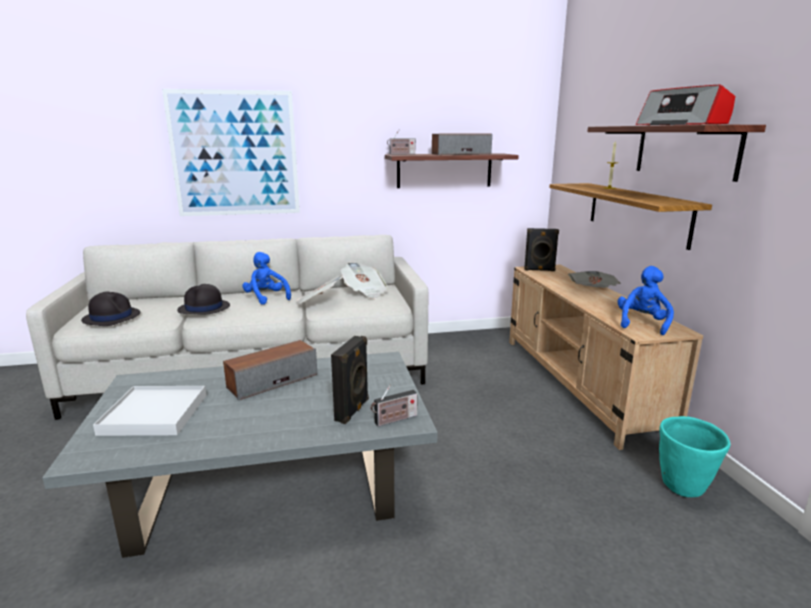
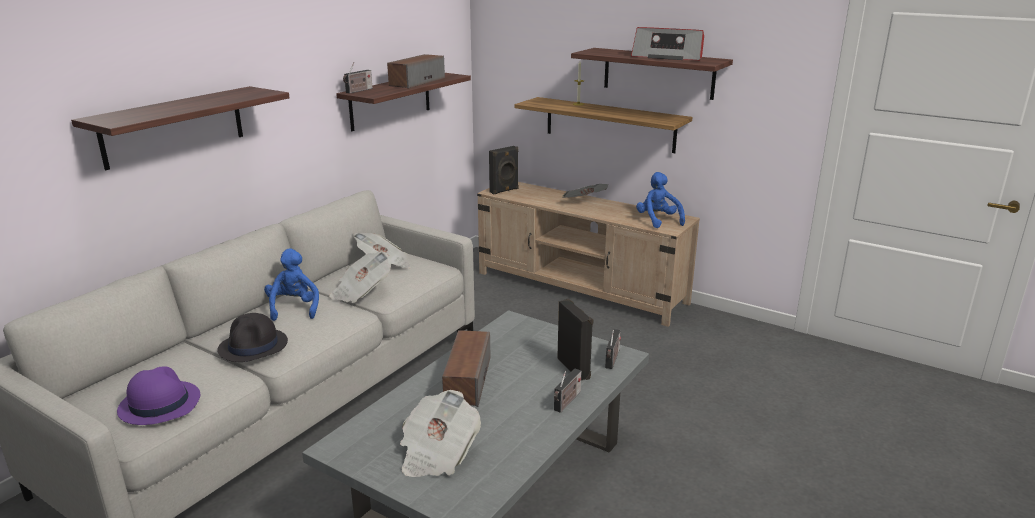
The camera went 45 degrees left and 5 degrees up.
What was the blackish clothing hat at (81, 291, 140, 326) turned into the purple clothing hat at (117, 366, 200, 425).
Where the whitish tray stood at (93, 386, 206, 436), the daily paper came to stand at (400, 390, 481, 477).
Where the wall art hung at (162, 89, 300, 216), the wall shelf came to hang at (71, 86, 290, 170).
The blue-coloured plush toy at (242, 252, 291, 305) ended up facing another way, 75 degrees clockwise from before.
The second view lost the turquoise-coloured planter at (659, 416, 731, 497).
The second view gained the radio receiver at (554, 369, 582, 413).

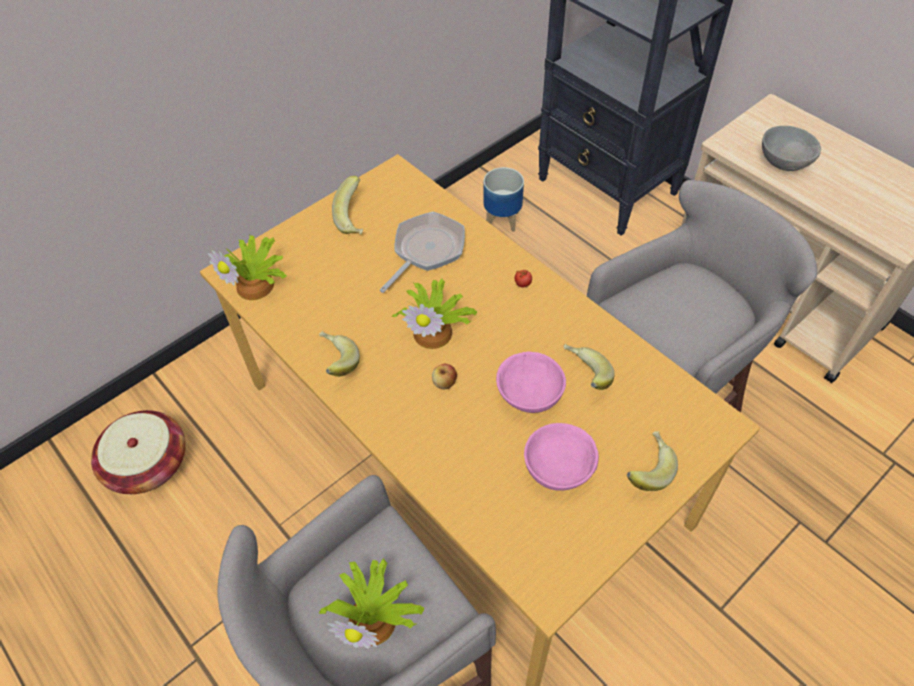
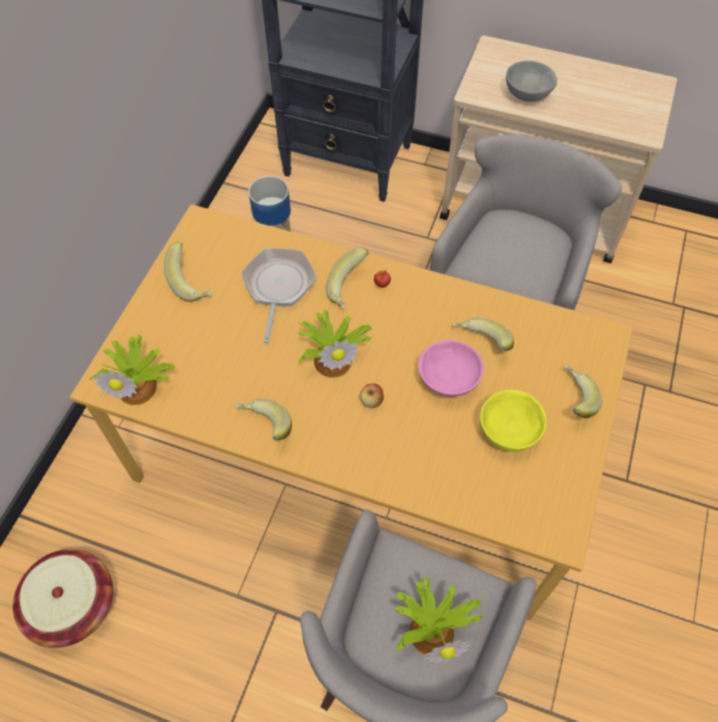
The camera went 30 degrees left and 5 degrees up.
What was the pink-coloured bowl at (524, 423, 599, 491) turned into the yellow-coloured bowl at (480, 390, 547, 452).
The second view gained the whole banana at (326, 247, 369, 309).

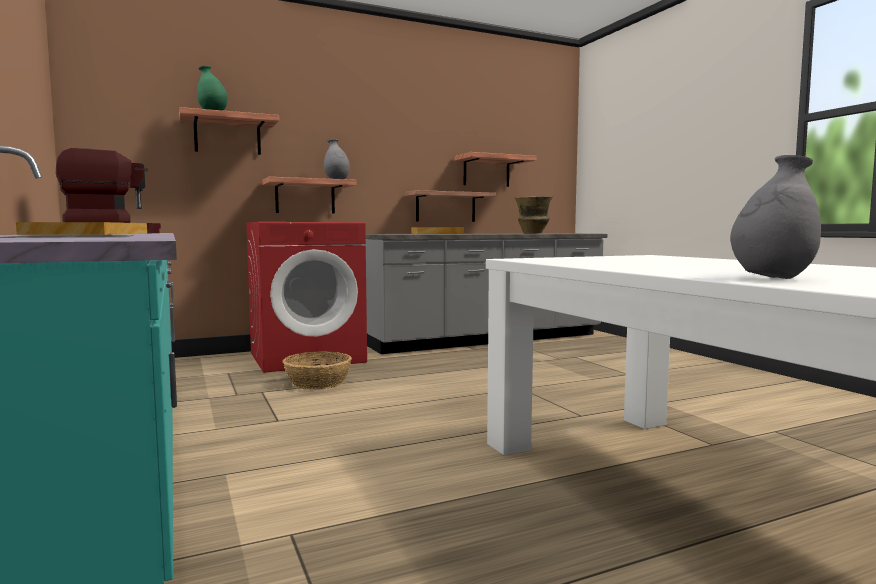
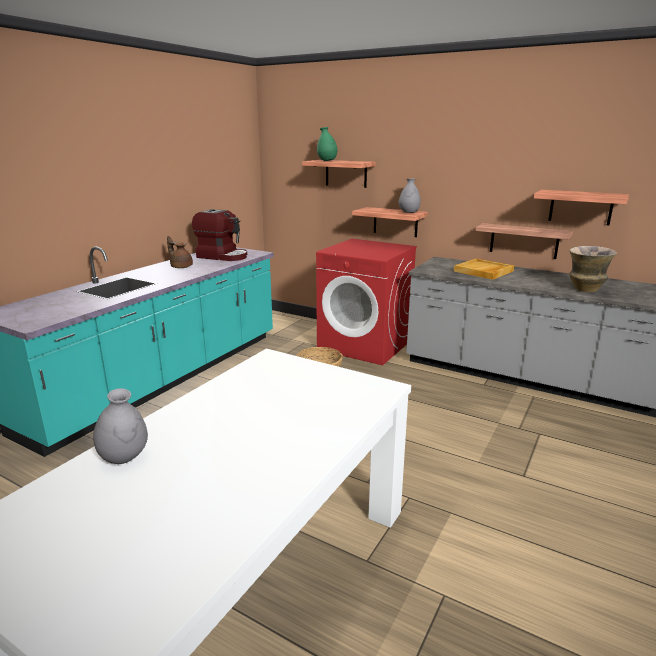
The camera went 55 degrees right and 15 degrees up.
Where the beige tray stood at (16, 222, 147, 235), the brown teapot came to stand at (167, 236, 193, 268).

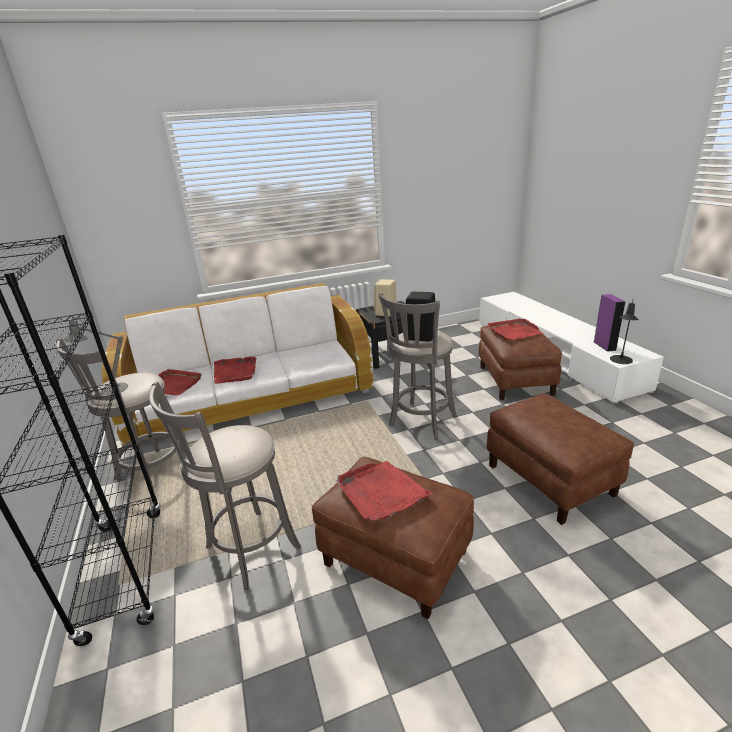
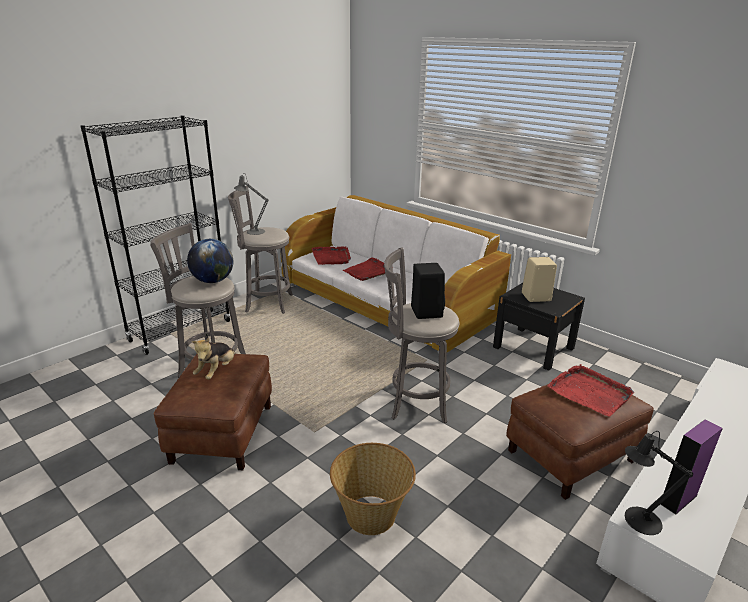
The camera went 60 degrees right and 0 degrees up.
Where the red tray stood at (337, 461, 433, 521), the plush toy came to stand at (192, 338, 236, 380).
Where the brown ottoman stood at (487, 393, 634, 525), the storage basket came to stand at (330, 443, 416, 535).
The second view gained the globe at (187, 239, 233, 283).

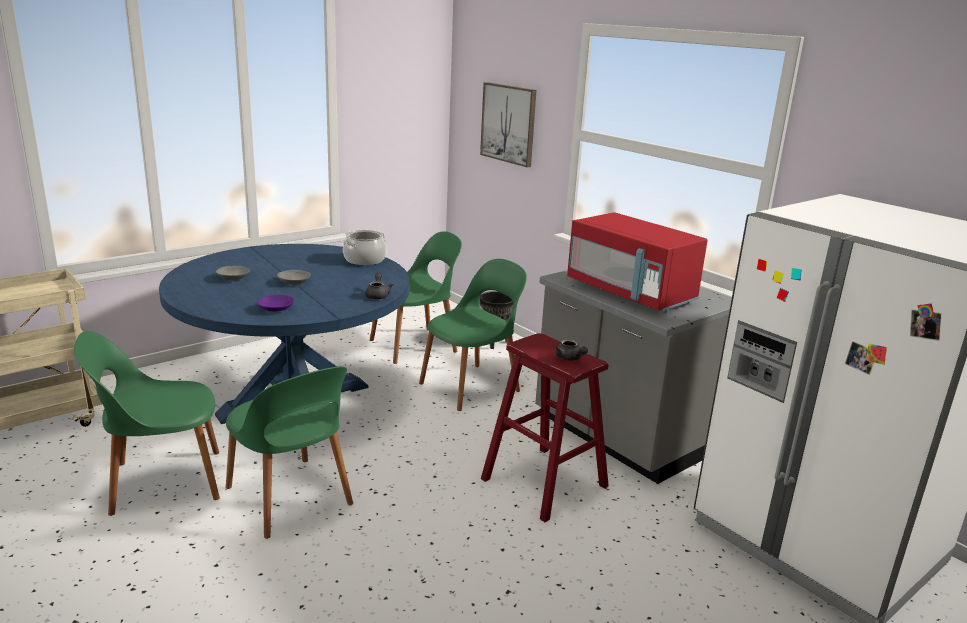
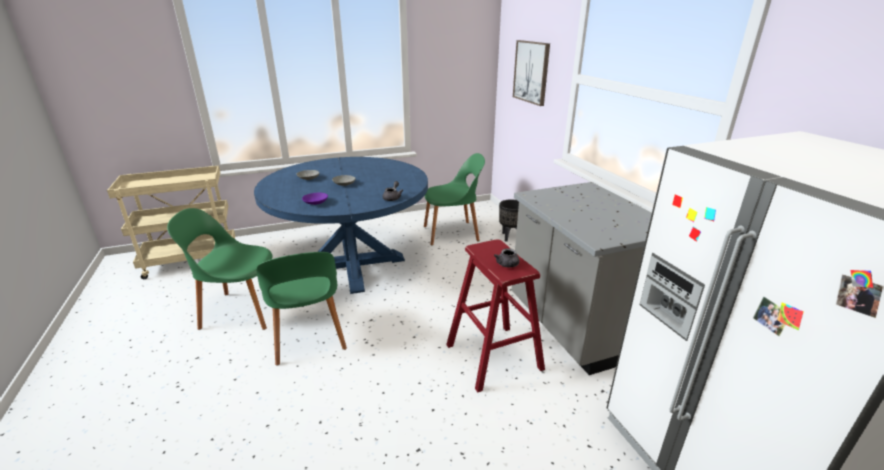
The camera went 20 degrees right and 5 degrees up.
The second view lost the saucepot at (343, 230, 387, 265).
The second view lost the green plain chair at (419, 259, 527, 411).
The second view lost the red microwave oven at (567, 212, 708, 313).

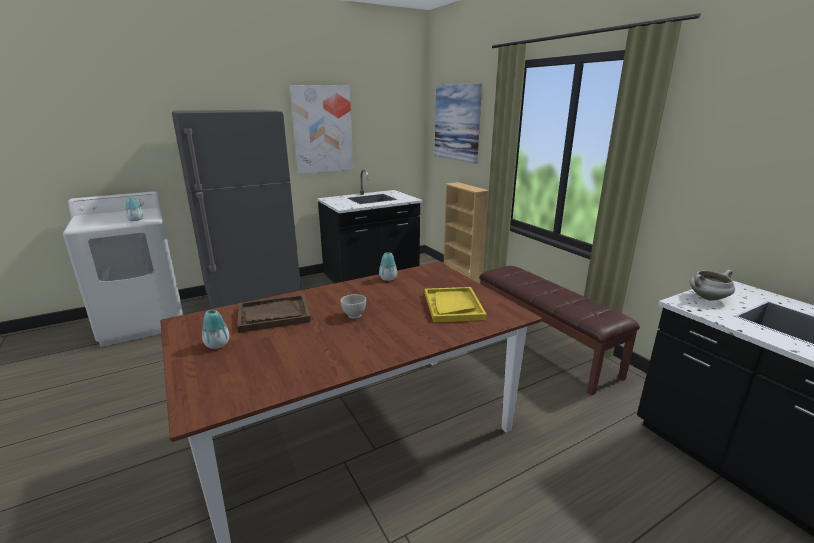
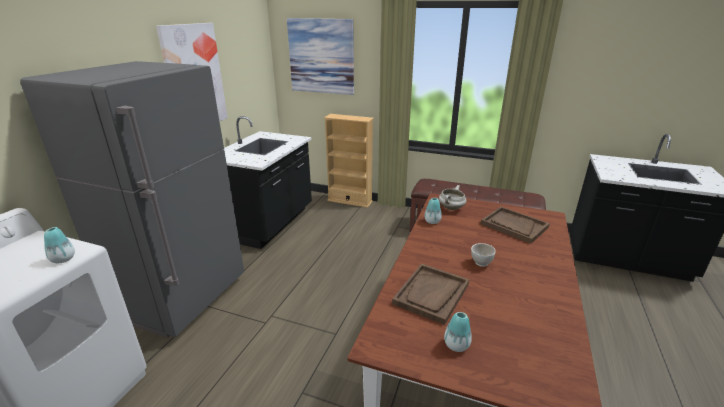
The camera went 40 degrees left and 5 degrees up.
What was the yellow-coloured tray at (425, 287, 487, 323) turned into the brown tray at (481, 207, 550, 244).
The whitish saucepot ended up elsewhere, having gone from (690, 270, 735, 300) to (439, 185, 466, 210).

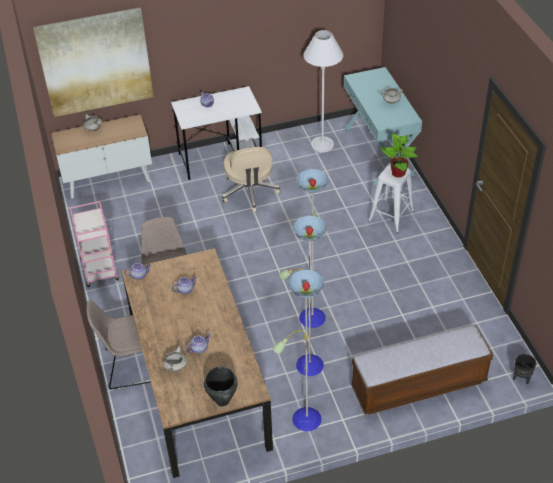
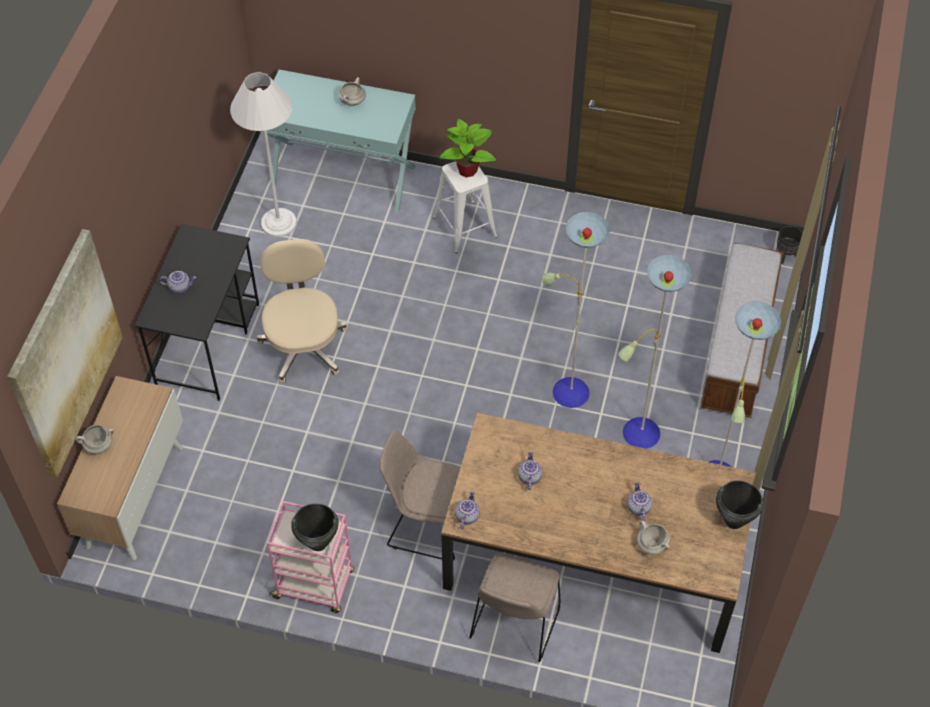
The camera went 60 degrees left and 10 degrees up.
What was the whitish desk table at (171, 86, 262, 180) turned into the blackish desk table at (135, 224, 259, 401).
The beige desk chair at (222, 147, 280, 212) ended up facing another way, 120 degrees counterclockwise from before.
The second view gained the blackish saucepot at (291, 503, 339, 551).

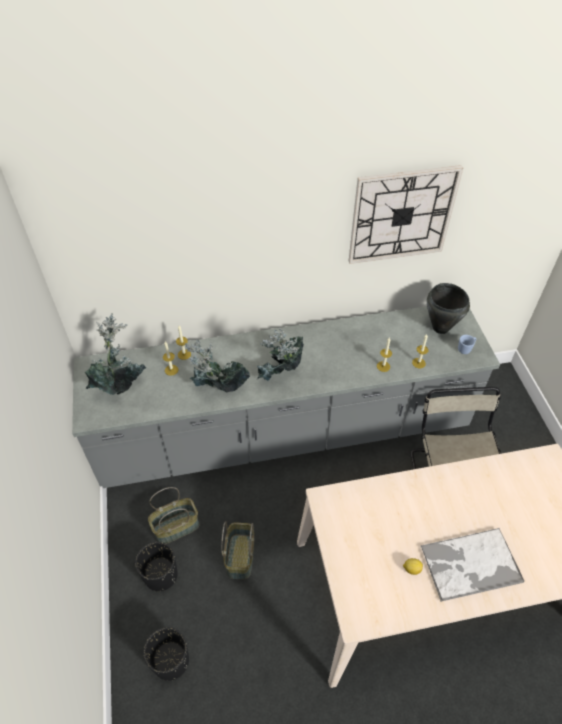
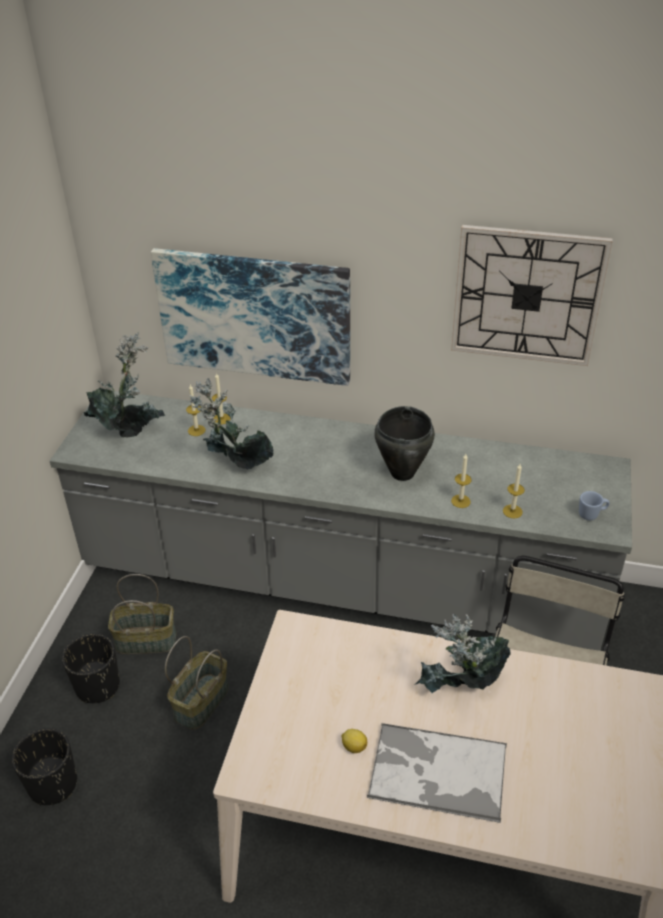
The camera went 25 degrees right and 10 degrees down.
The potted plant ended up elsewhere, having gone from (257, 328, 304, 381) to (415, 614, 511, 693).
The blackish saucepot ended up elsewhere, having gone from (427, 283, 470, 334) to (374, 406, 435, 481).
The second view gained the wall art at (151, 248, 350, 386).

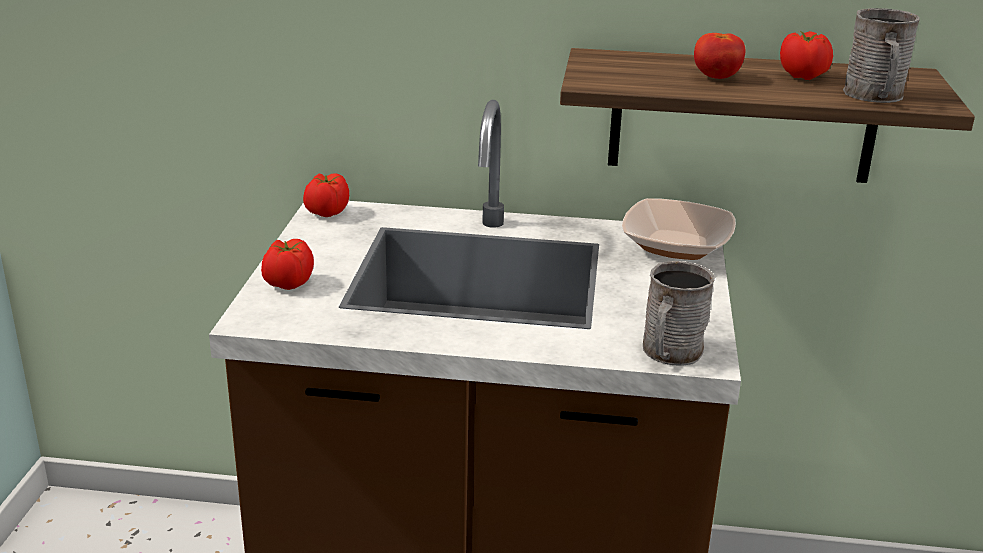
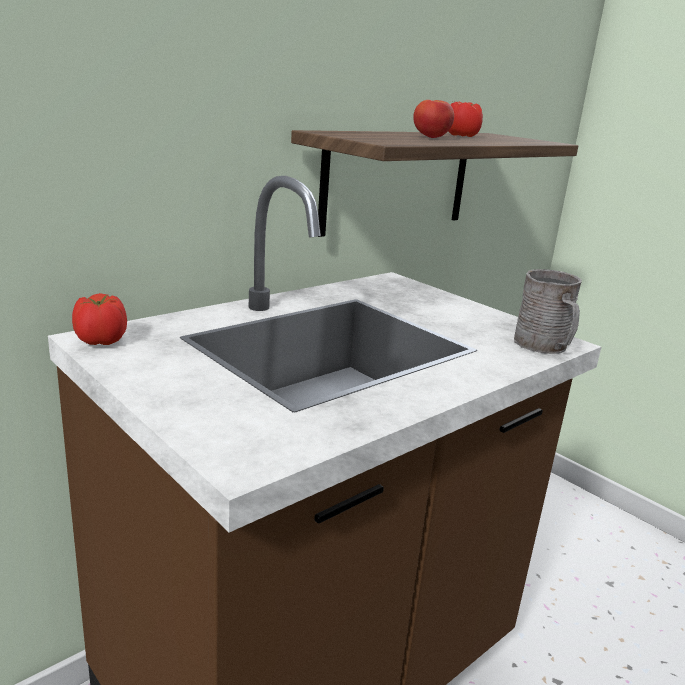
The camera went 50 degrees left and 5 degrees down.
The second view lost the fresh tomato at (261, 239, 314, 290).
The second view lost the bowl at (622, 198, 736, 260).
The second view lost the greyish coffee mug at (843, 8, 920, 103).

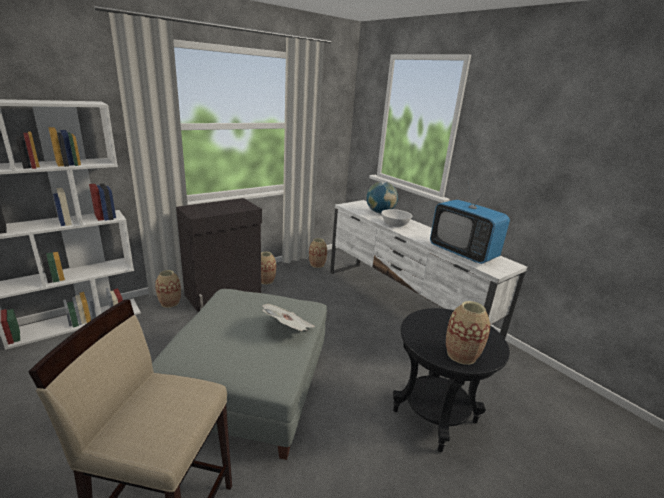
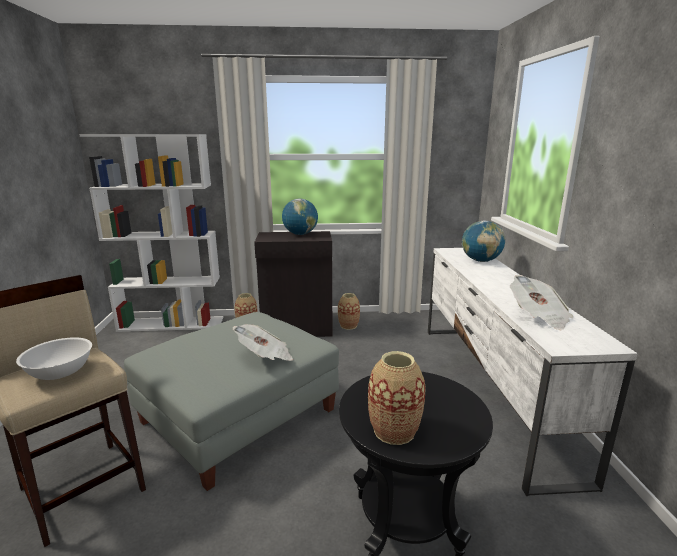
The camera went 35 degrees right and 5 degrees down.
The second view lost the flower vase at (309, 238, 327, 268).
The whitish bowl ended up elsewhere, having gone from (381, 209, 412, 227) to (16, 337, 92, 380).
Where the TV stood at (430, 172, 510, 264), the daily paper came to stand at (510, 275, 573, 331).
The second view gained the globe at (282, 199, 318, 235).

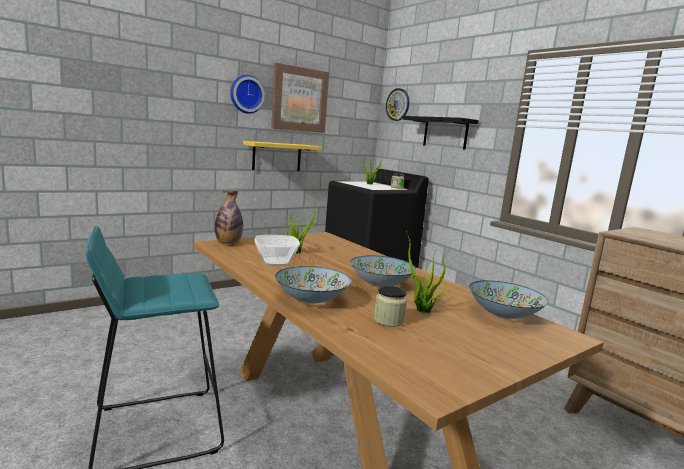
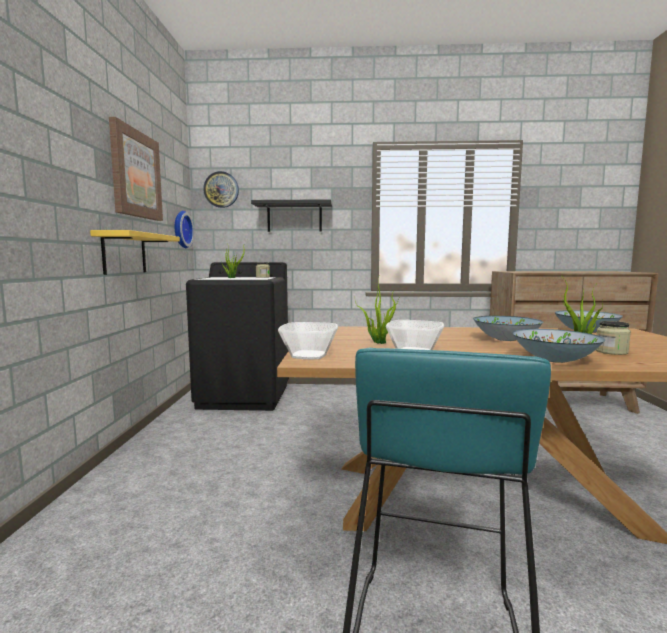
The camera went 50 degrees left and 5 degrees down.
Where the drink bottle stood at (215, 191, 243, 244), the bowl came to stand at (278, 322, 338, 359).
The clock on the wall ended up elsewhere, having gone from (230, 75, 265, 114) to (175, 211, 194, 248).

